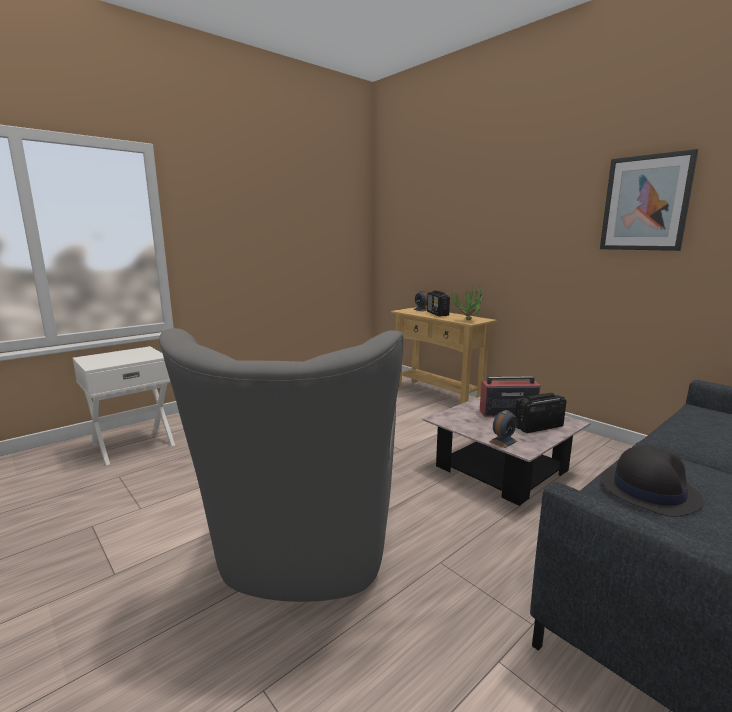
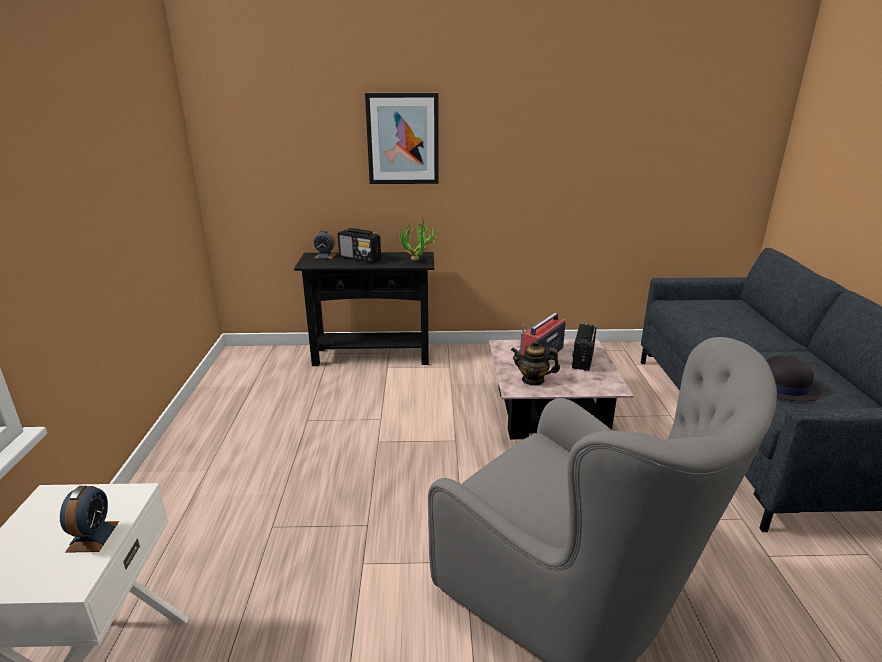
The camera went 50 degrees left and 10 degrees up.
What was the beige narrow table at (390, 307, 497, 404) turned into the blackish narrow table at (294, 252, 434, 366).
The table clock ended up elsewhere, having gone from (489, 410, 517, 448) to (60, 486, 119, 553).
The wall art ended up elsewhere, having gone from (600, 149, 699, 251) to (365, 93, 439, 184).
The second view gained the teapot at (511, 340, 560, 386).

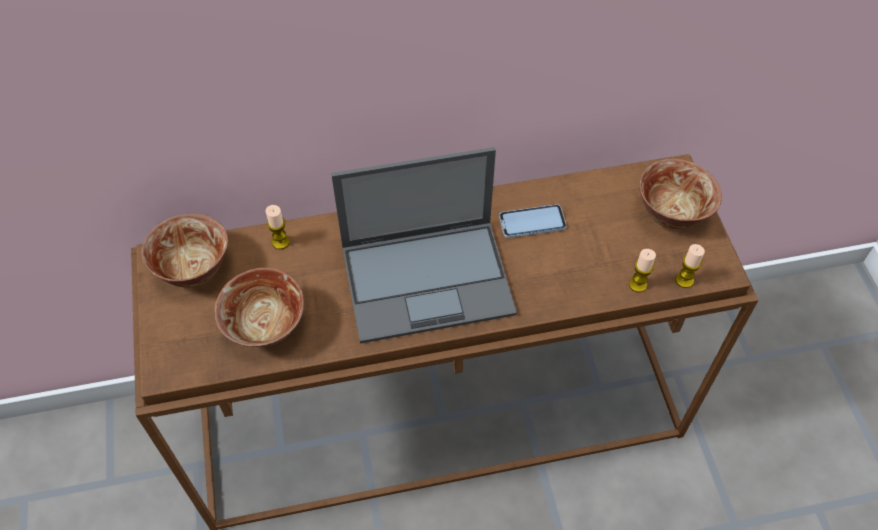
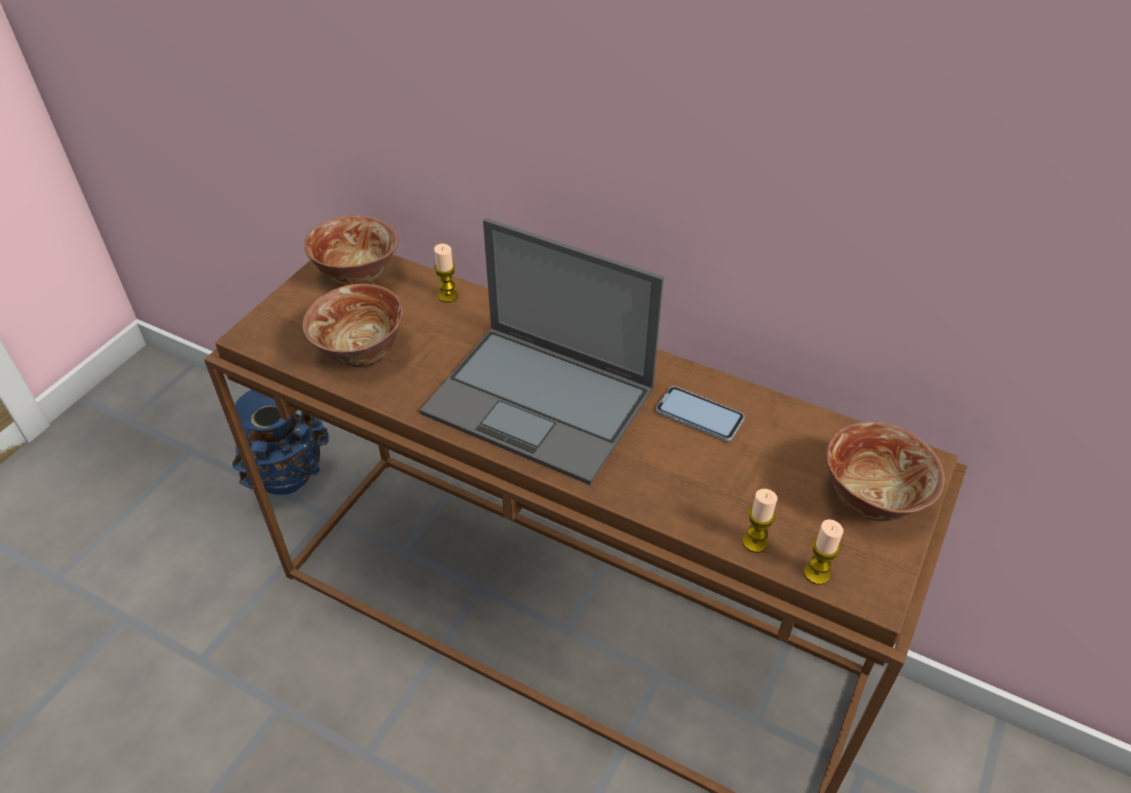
The camera went 40 degrees right and 10 degrees down.
The second view gained the blue-coloured flower vase at (232, 389, 329, 495).

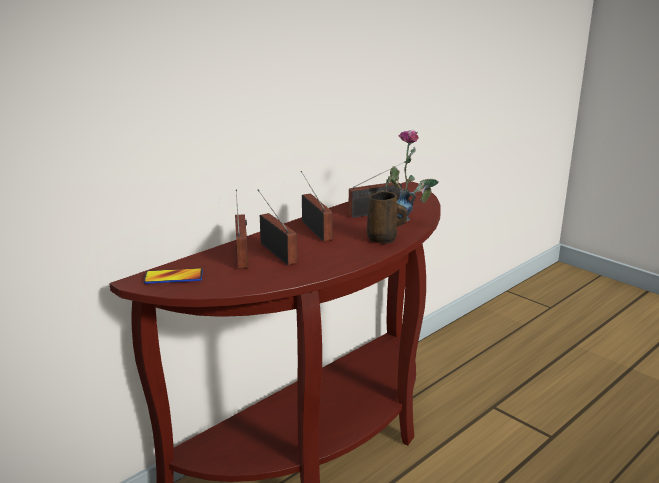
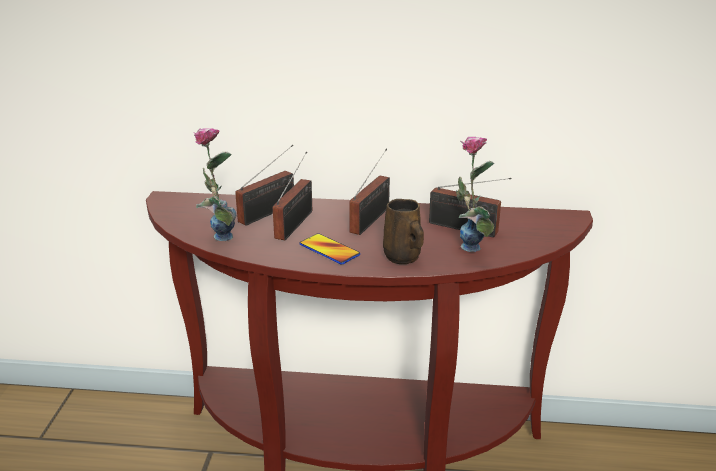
The camera went 50 degrees right and 5 degrees up.
The phone ended up elsewhere, having gone from (144, 268, 203, 284) to (299, 233, 360, 264).
The second view gained the flower vase at (193, 128, 236, 241).

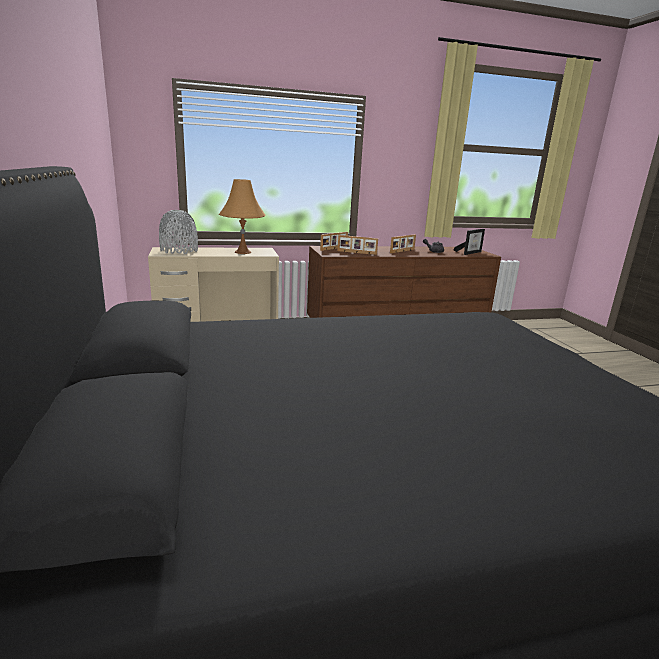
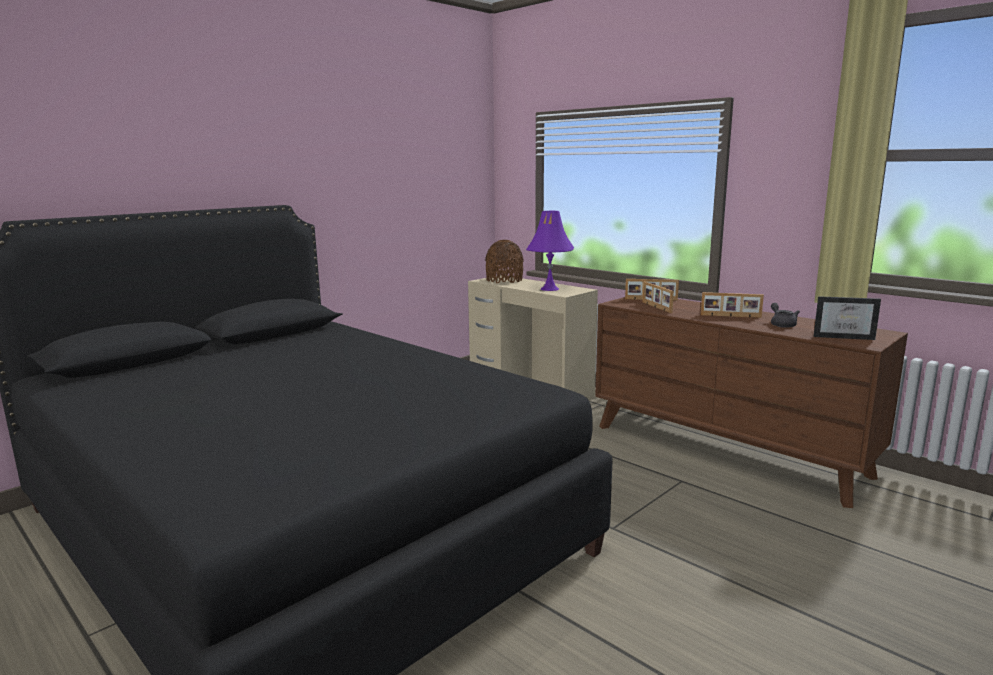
The camera went 60 degrees right and 5 degrees down.
What was the greyish flower vase at (159, 210, 198, 254) turned into the brown flower vase at (485, 240, 524, 283).
What was the orangey tabletop lamp at (219, 179, 266, 254) turned into the purple tabletop lamp at (526, 211, 574, 291).

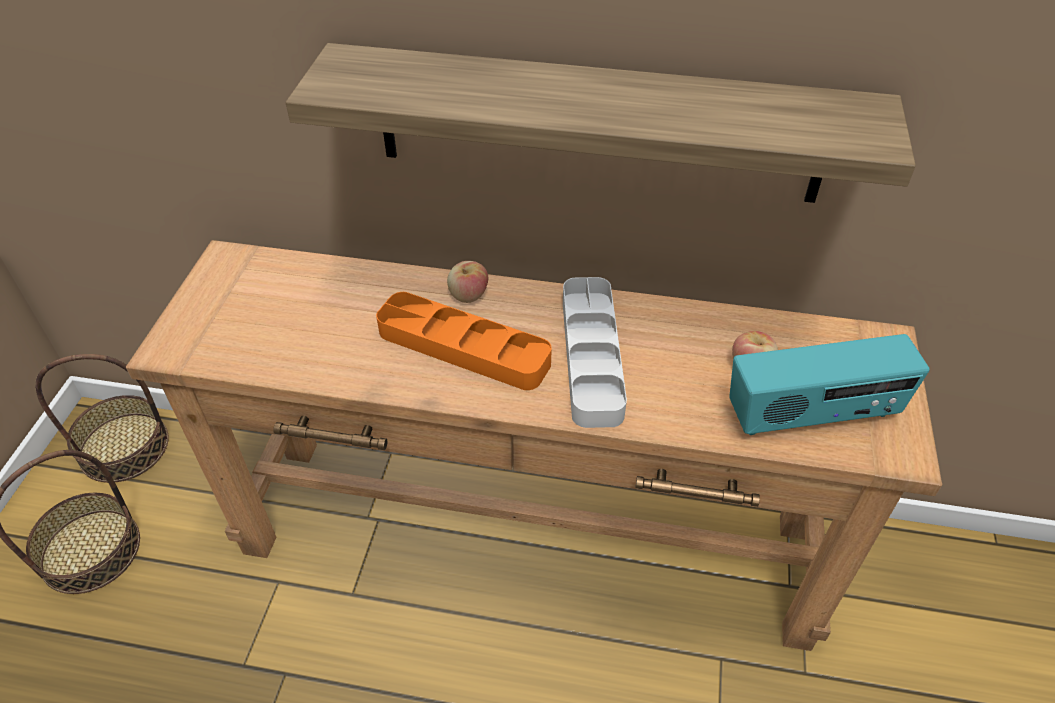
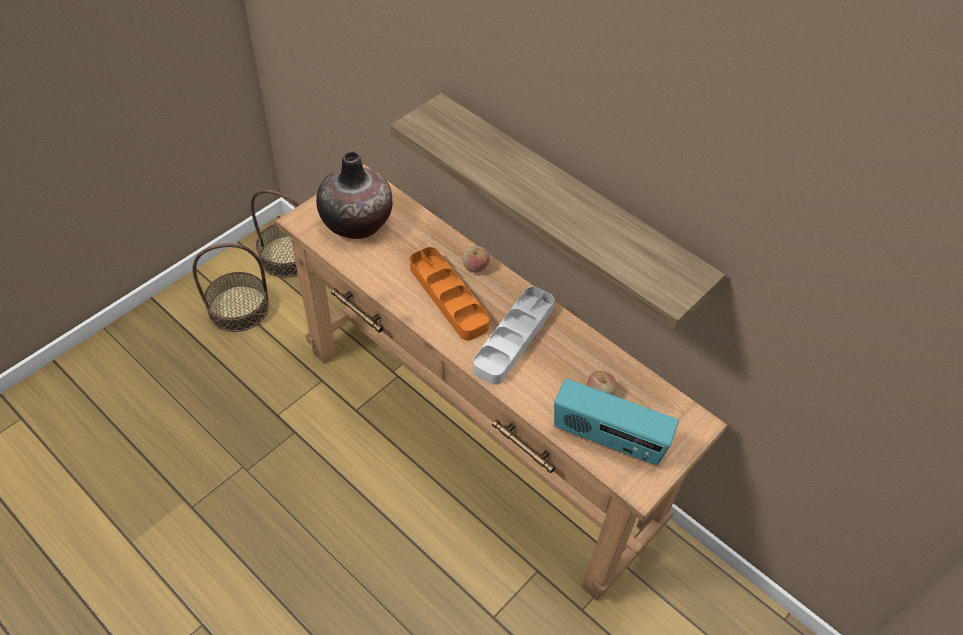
The camera went 30 degrees right and 5 degrees up.
The second view gained the flower vase at (316, 152, 392, 239).

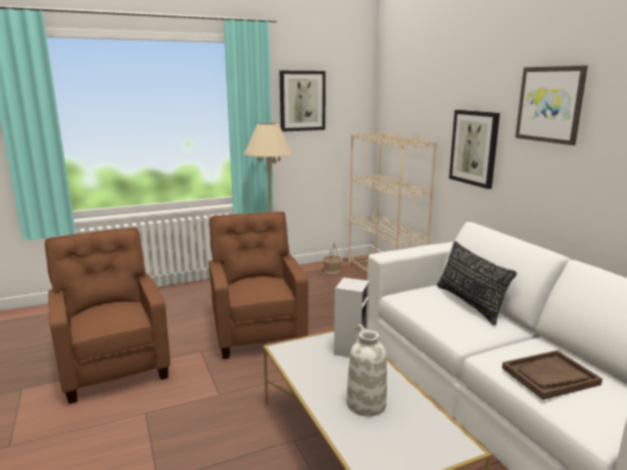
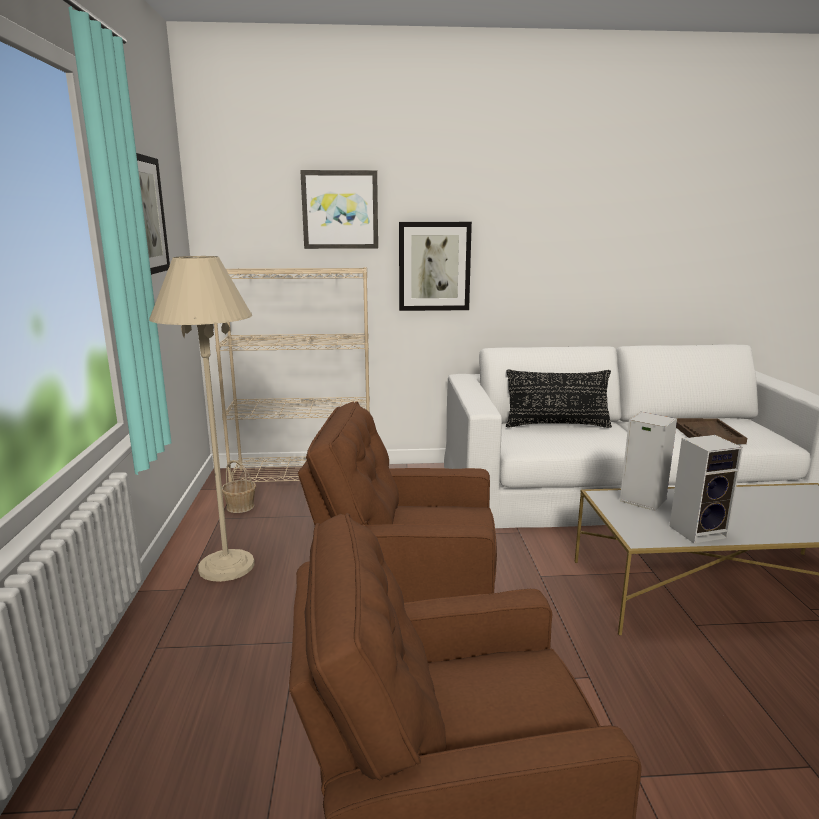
The camera went 70 degrees left and 0 degrees up.
The second view lost the whitish flower vase at (347, 324, 387, 416).
The wall art ended up elsewhere, having gone from (515, 65, 588, 145) to (300, 170, 378, 249).
The second view gained the loudspeaker at (670, 435, 743, 543).

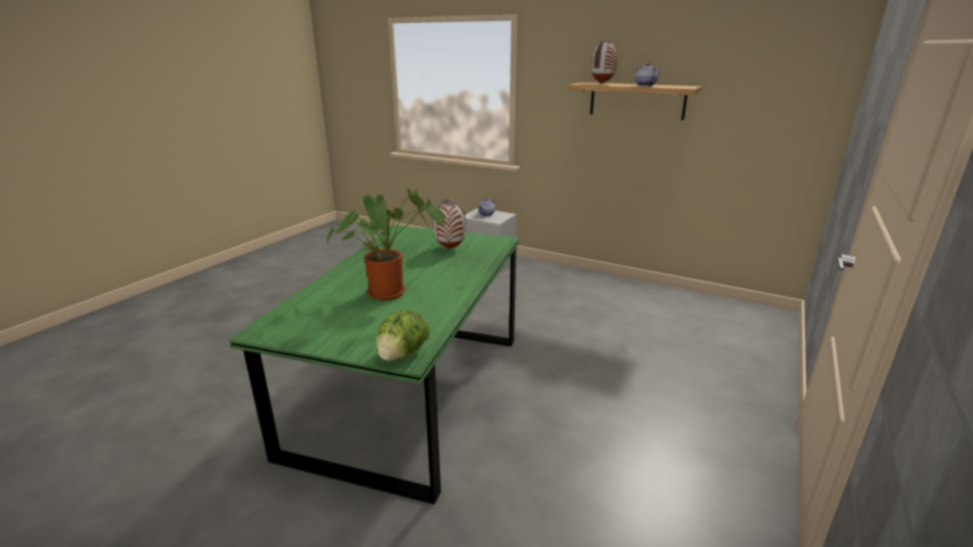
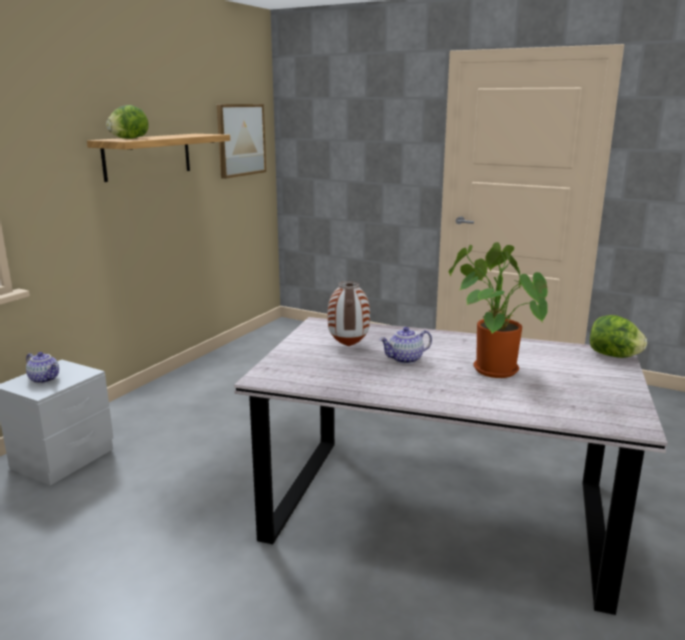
The camera went 90 degrees left and 5 degrees down.
What was the green dinner table at (228, 225, 519, 504) turned into the greyish dinner table at (234, 317, 668, 615).
Where the flower vase stood at (591, 41, 617, 84), the lettuce came to stand at (106, 105, 149, 139).
The teapot ended up elsewhere, having gone from (636, 64, 659, 86) to (379, 327, 432, 364).
The second view gained the wall art at (217, 104, 266, 179).

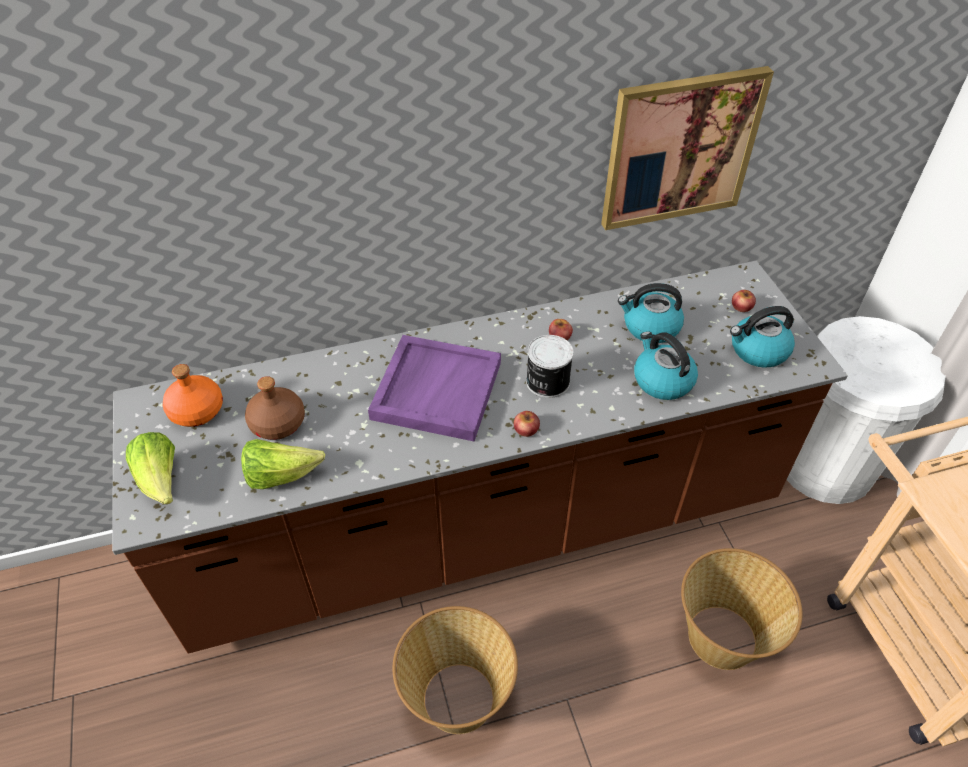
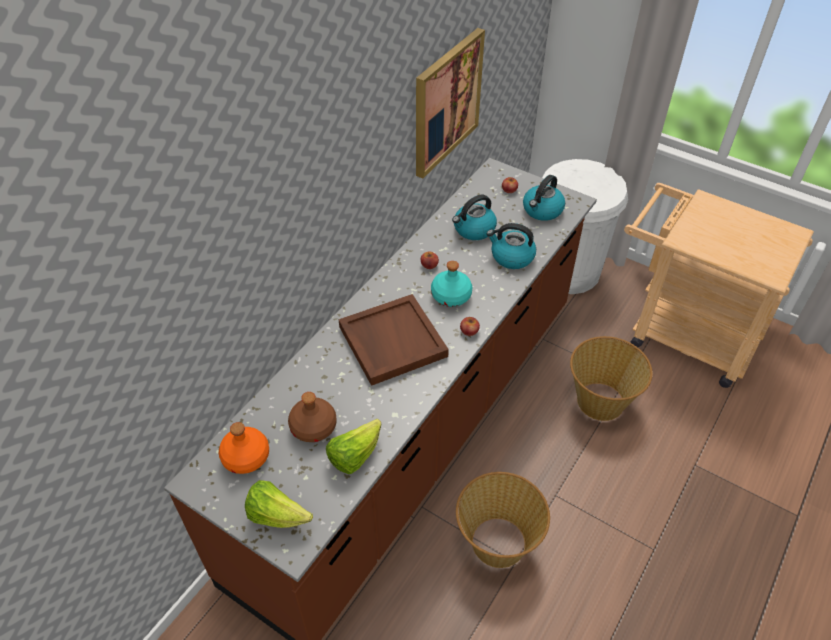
The camera went 40 degrees left and 0 degrees up.
What was the purple tray at (368, 335, 501, 441) turned into the brown tray at (338, 294, 449, 386).
Where the can stood at (526, 335, 574, 398), the turquoise-coloured drink bottle came to stand at (431, 261, 472, 307).

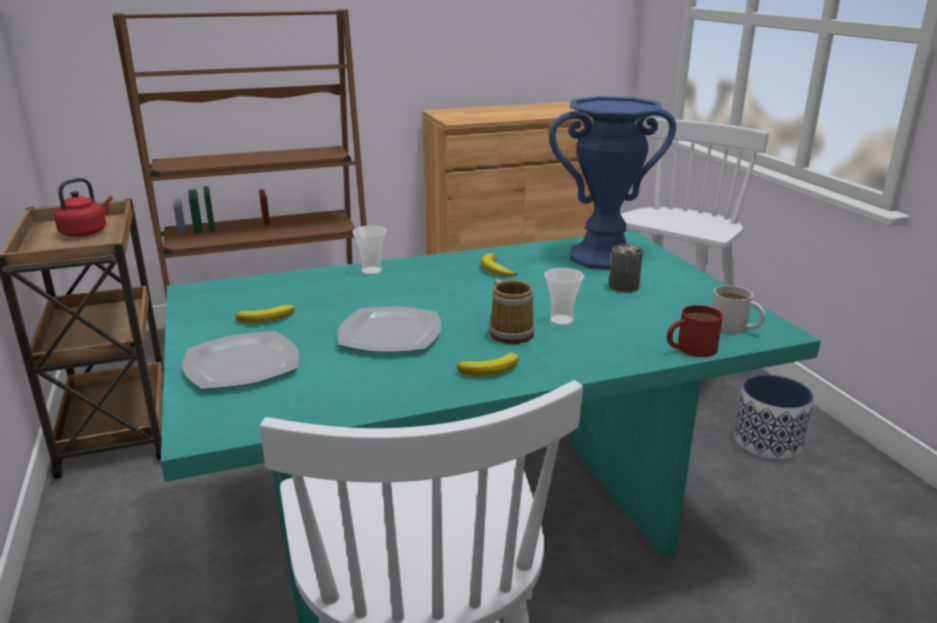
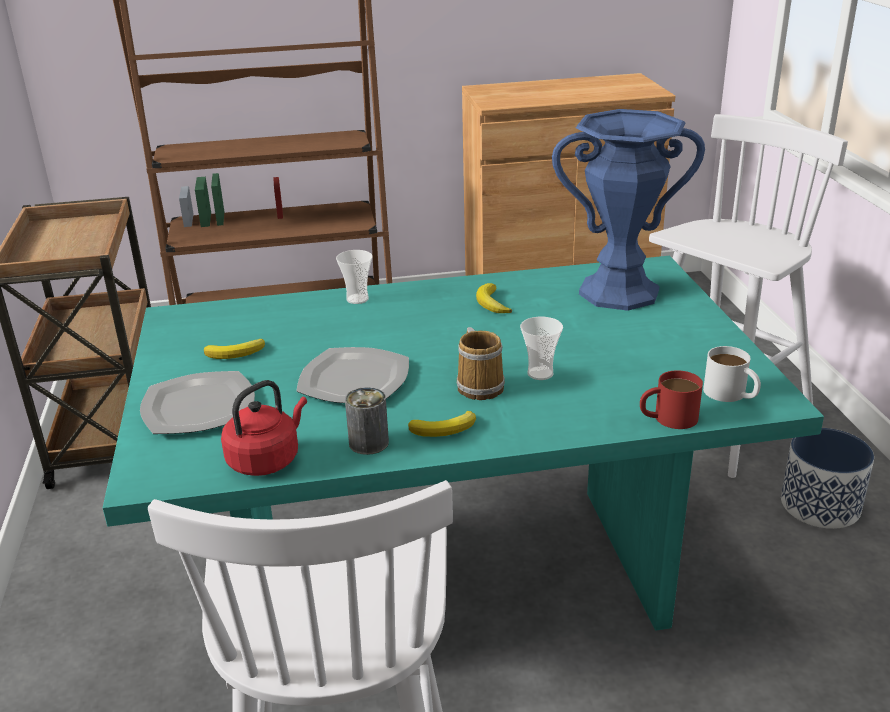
The camera went 10 degrees right and 5 degrees up.
The red kettle ended up elsewhere, having gone from (54, 178, 113, 237) to (221, 380, 307, 476).
The can ended up elsewhere, having gone from (609, 244, 643, 293) to (345, 387, 389, 455).

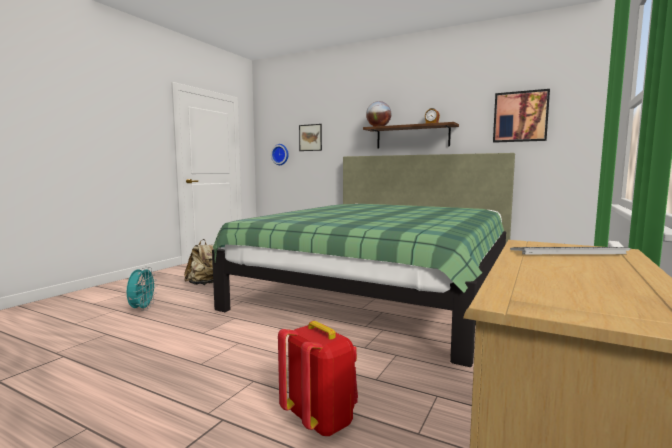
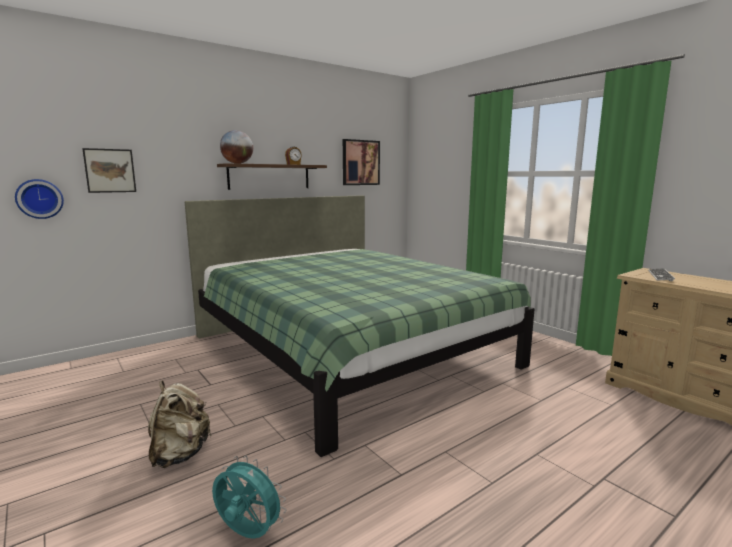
The camera went 65 degrees left and 5 degrees up.
The second view lost the red rucksack at (278, 321, 358, 437).

